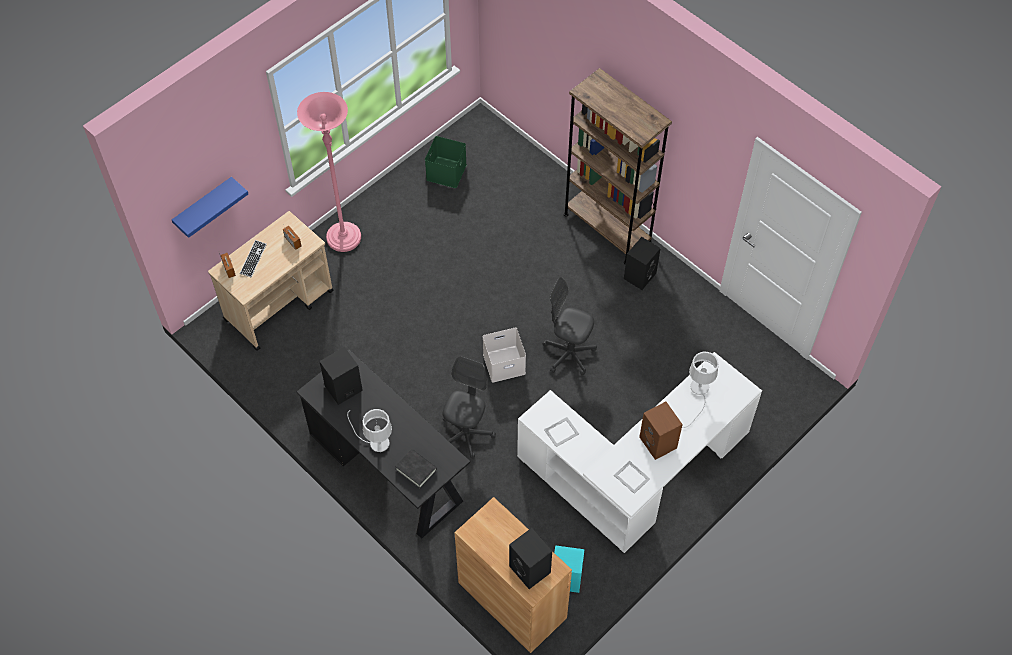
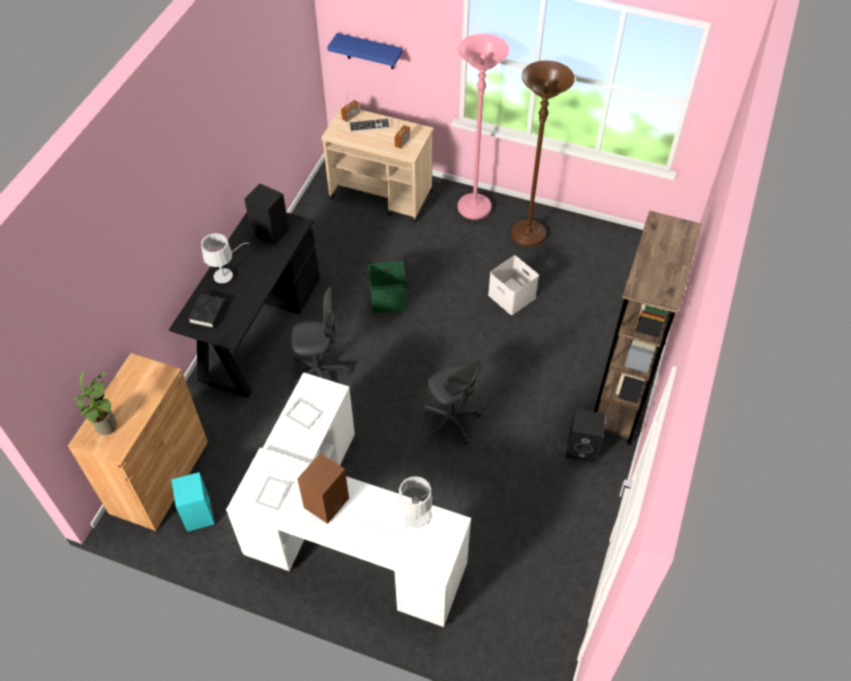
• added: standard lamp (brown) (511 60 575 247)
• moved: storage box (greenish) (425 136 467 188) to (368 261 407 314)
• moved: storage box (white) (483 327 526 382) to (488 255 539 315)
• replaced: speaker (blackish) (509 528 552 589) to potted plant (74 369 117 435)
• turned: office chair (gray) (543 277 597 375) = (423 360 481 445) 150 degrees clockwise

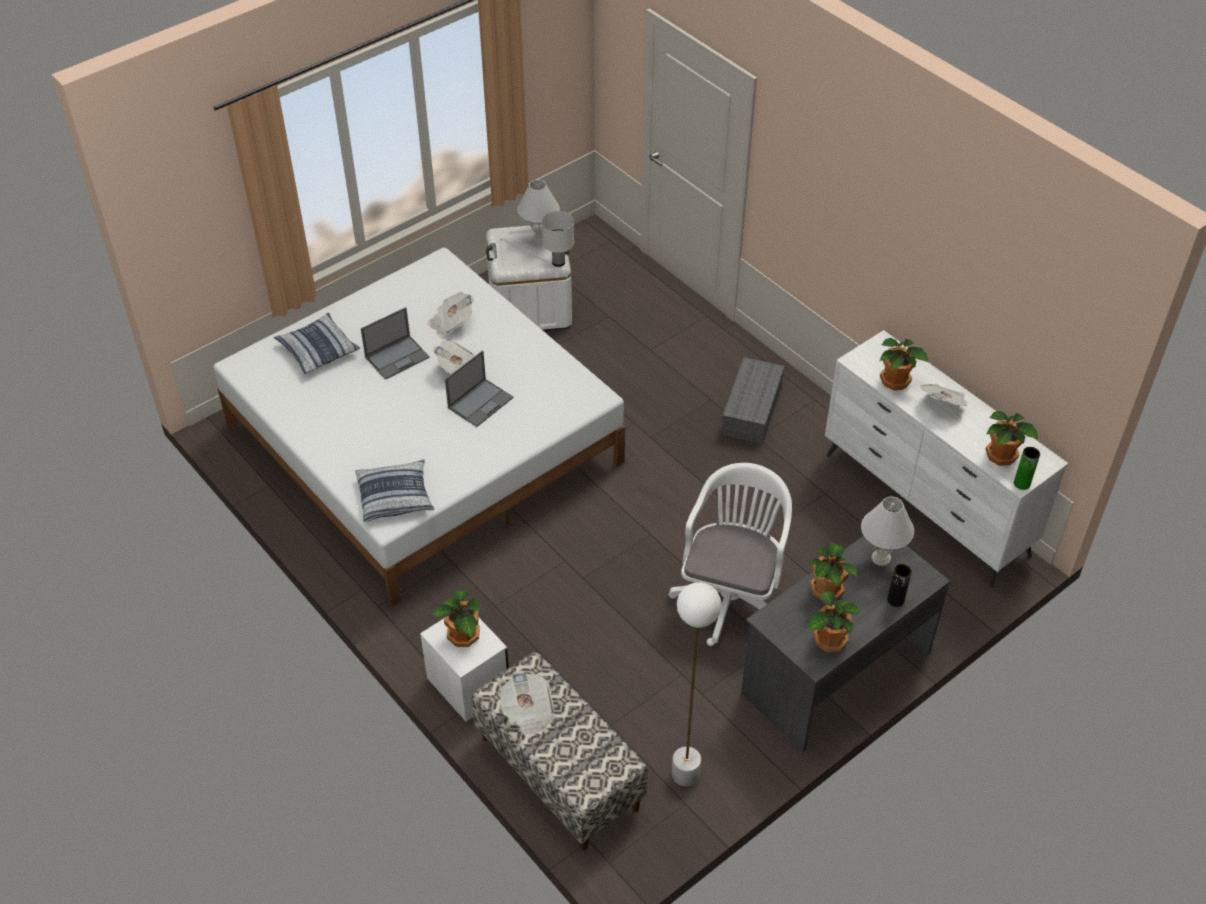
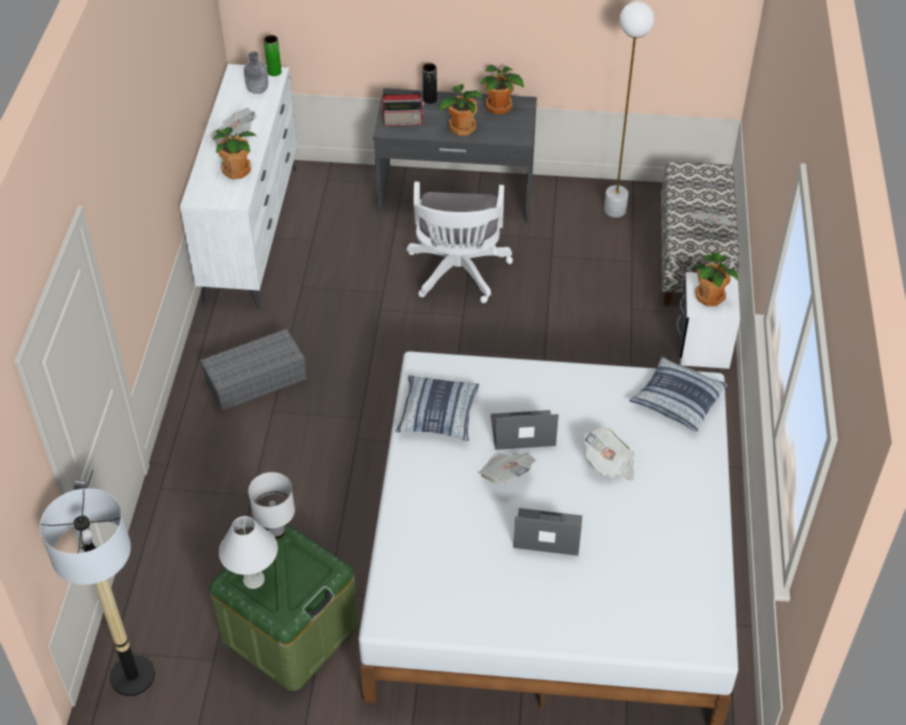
• added: standard lamp (40 488 155 696)
• moved: pillow (274 313 360 374) to (395 376 479 441)
• moved: daily paper (428 292 474 336) to (584 427 634 481)
• replaced: lamp for a table (white) (861 497 914 566) to radio receiver (383 92 424 126)
• replaced: potted plant (986 411 1038 466) to drink bottle (gray) (244 52 268 94)
• recoloured: storage box (white) (486 225 572 331) to storage box (greenish) (209 524 359 692)
• turned: office chair (white) (669 463 792 646) = (407 182 513 303) 60 degrees counterclockwise

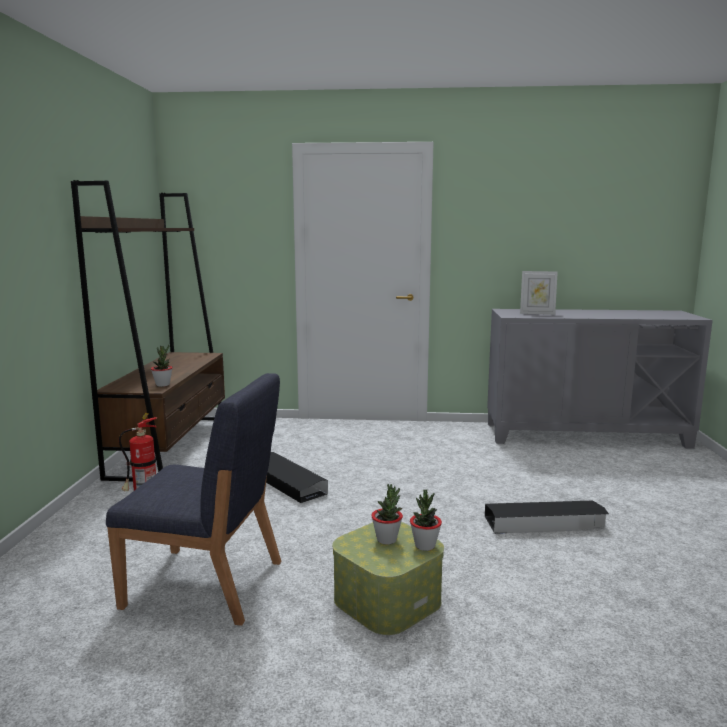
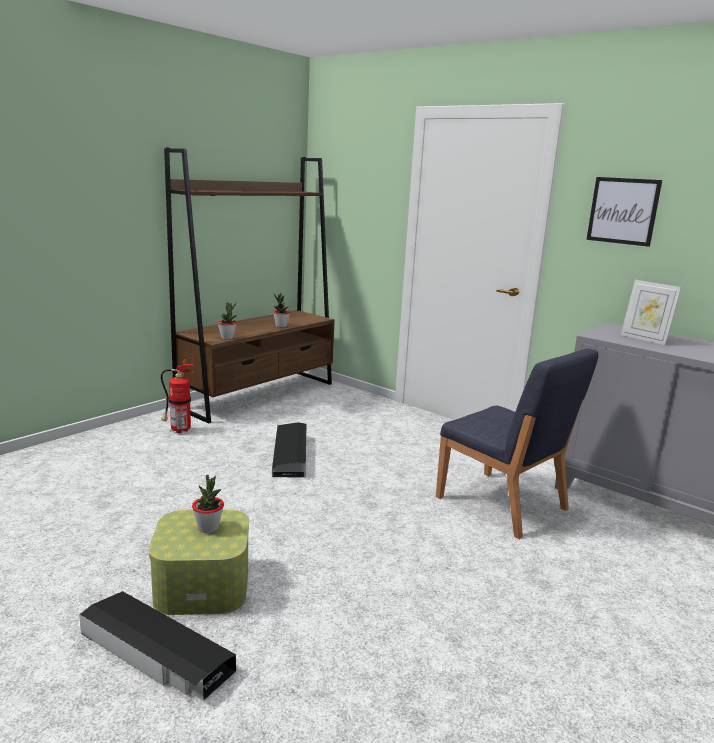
• added: wall picture (587 177 662 247)
• moved: upright chair (blue-coloured) (106 373 281 626) to (436 348 599 539)
• moved: potted plant (410 490 442 551) to (273 293 290 327)
• moved: storage box (blackish) (485 500 609 534) to (79 591 236 701)

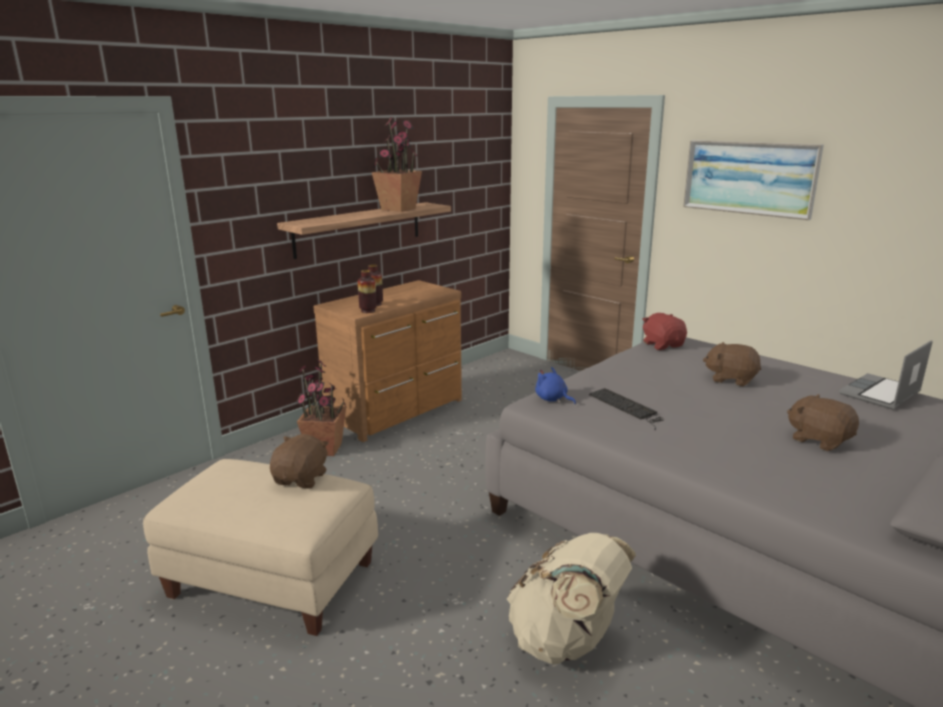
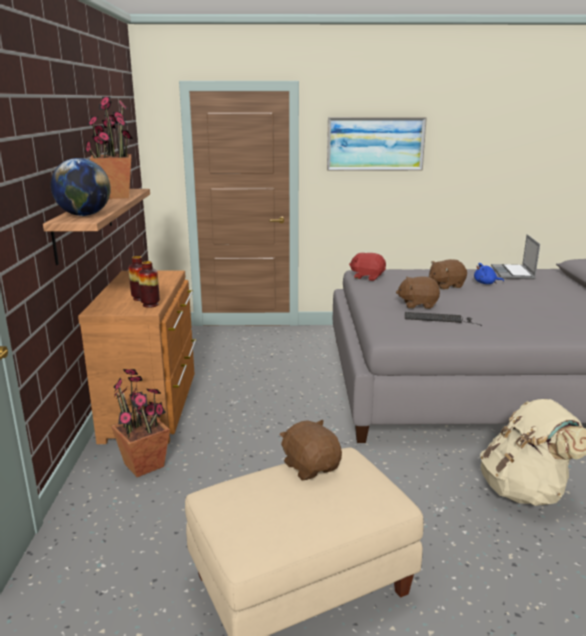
• added: world globe (51 158 111 216)
• moved: plush toy (blue-coloured) (535 367 576 404) to (474 263 504 284)
• moved: plush toy (brown) (787 394 859 451) to (396 276 440 309)

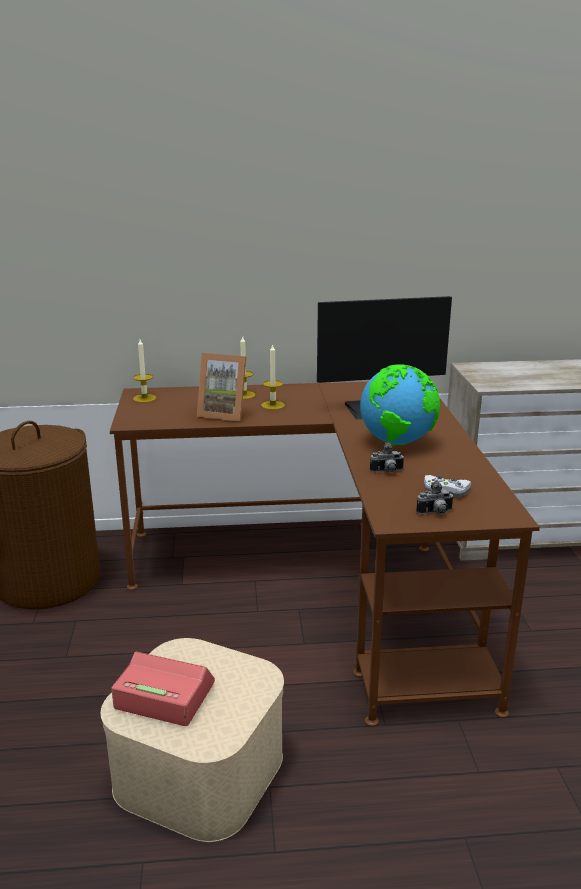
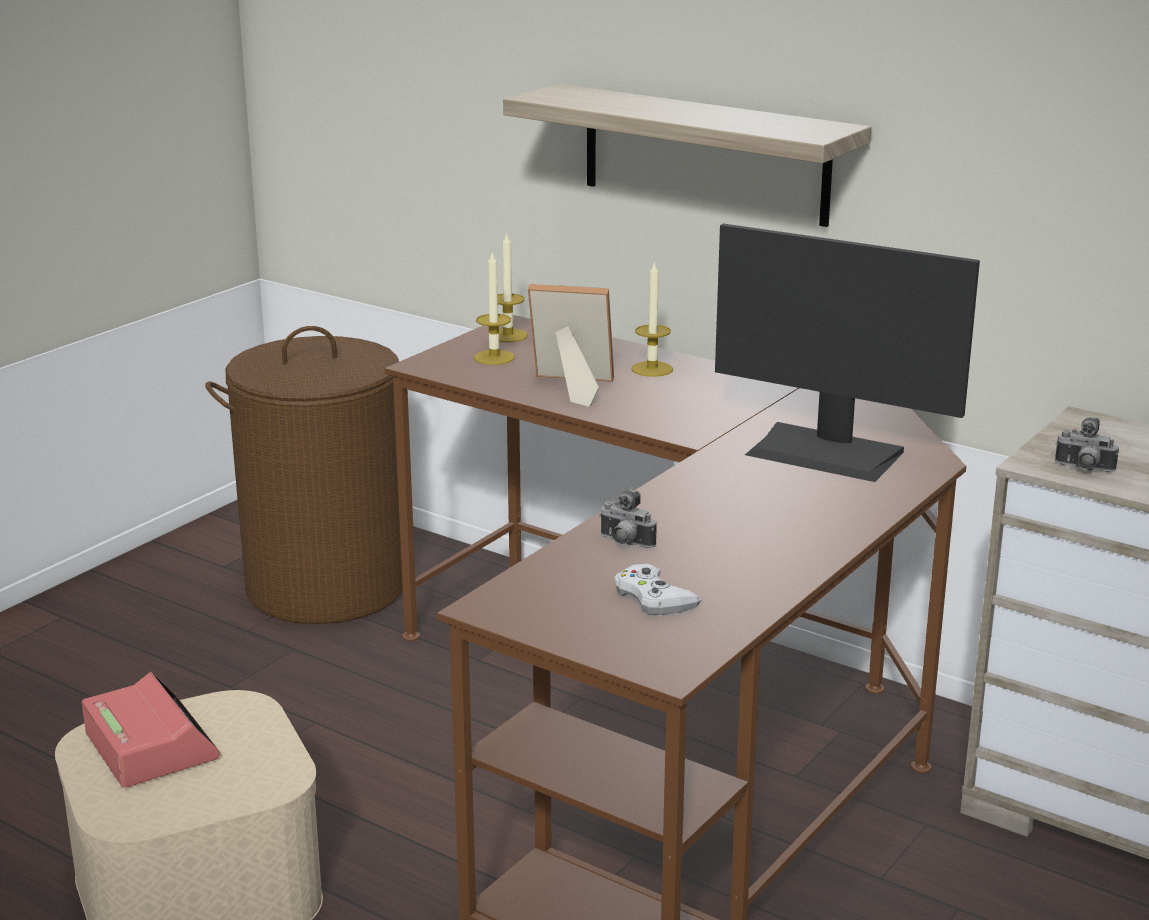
• removed: world globe (360 365 440 446)
• added: shelf (503 84 872 227)
• moved: wax candle (261 344 285 410) to (474 251 515 365)
• moved: photo camera (416 480 453 514) to (1055 418 1119 472)
• turned: standing frame (197 353 246 421) = (528 284 614 407) 135 degrees clockwise

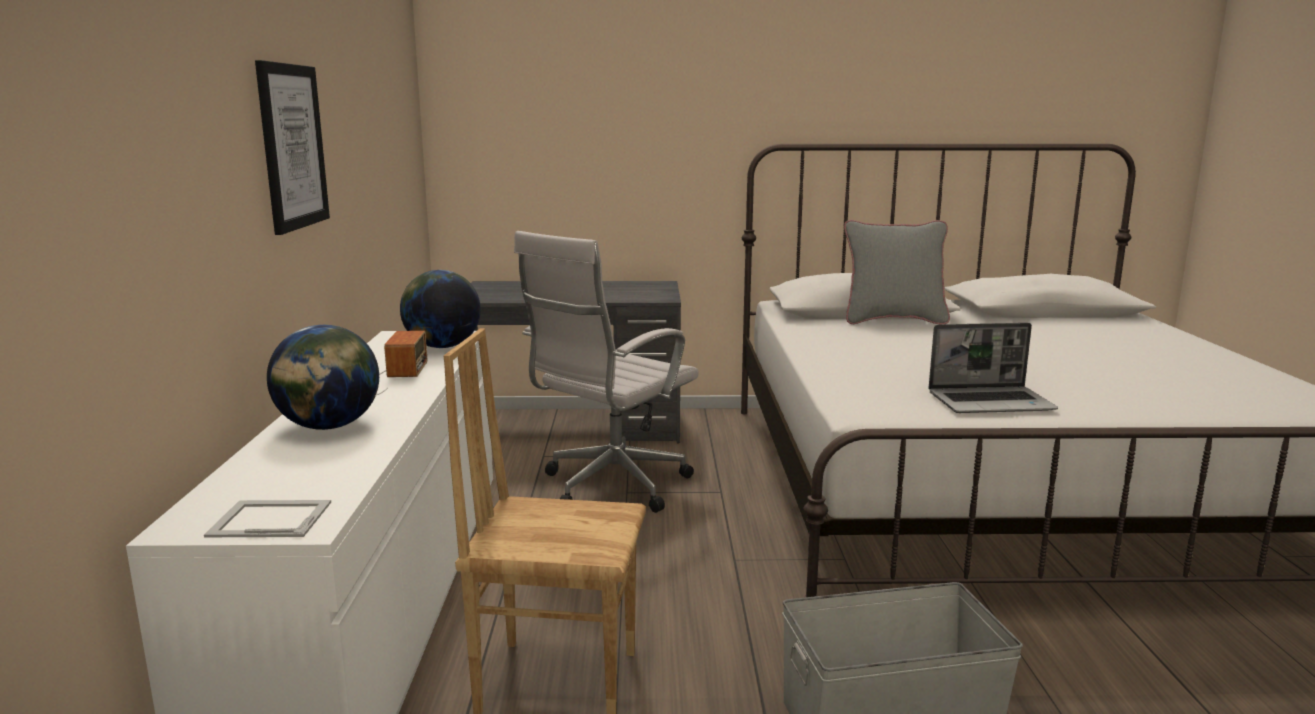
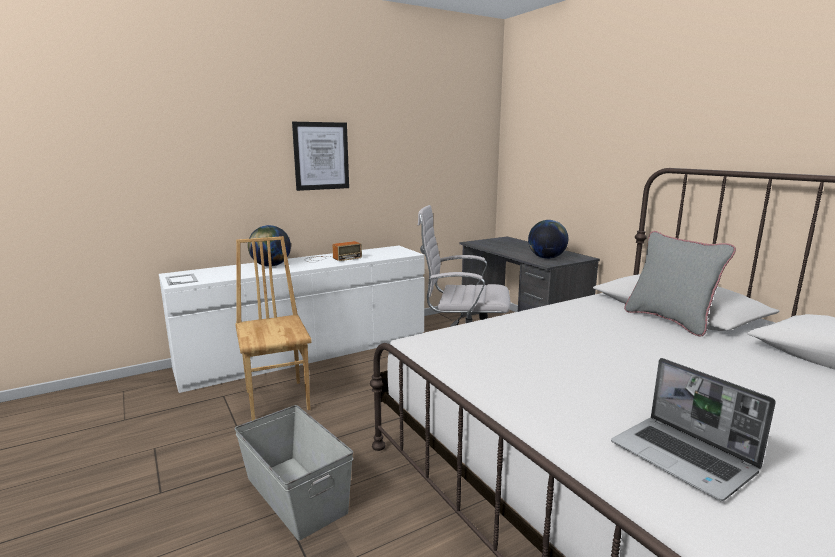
• moved: world globe (400 270 481 348) to (528 220 568 259)
• moved: laptop (929 323 1058 413) to (611 358 776 501)

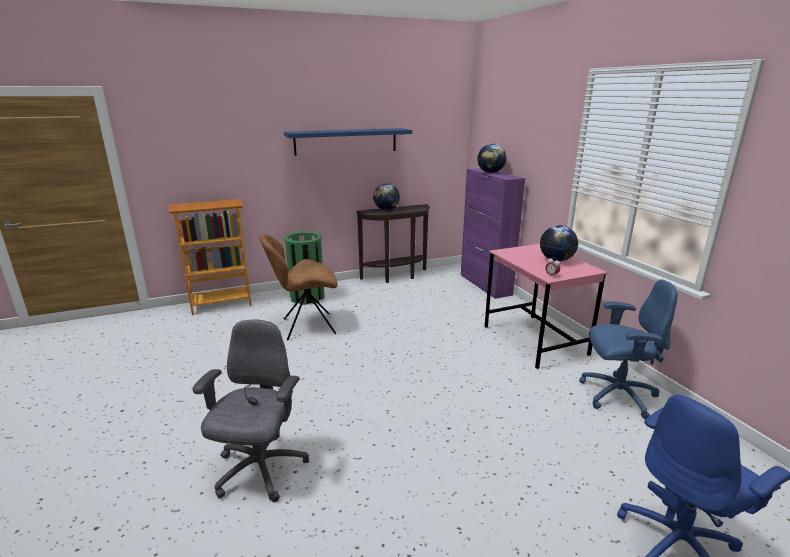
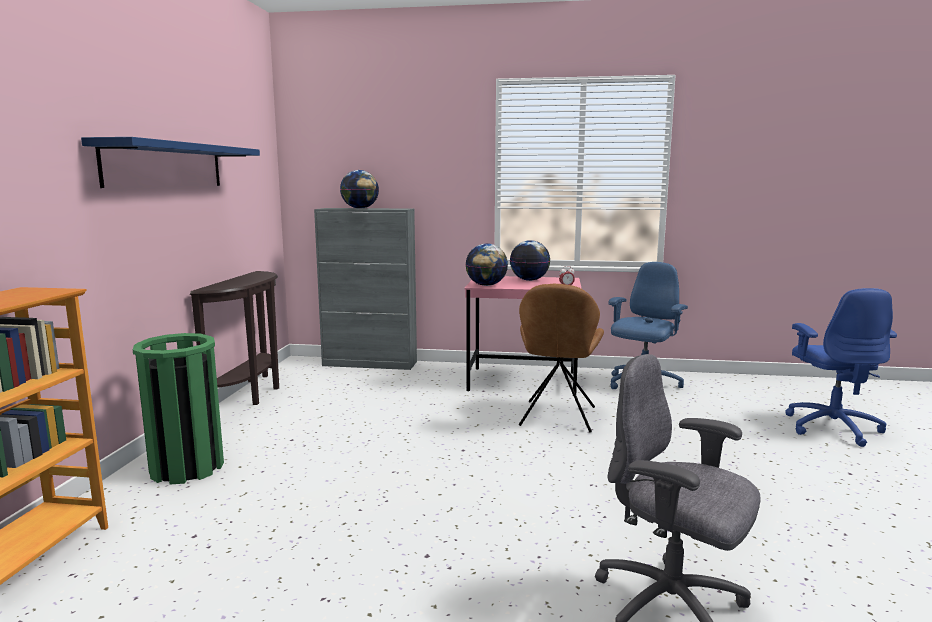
• moved: upright chair (brown) (260 234 338 340) to (519 284 604 433)
• moved: world globe (373 183 400 211) to (466 244 508 286)
• recoloured: cupboard (purple) (461 168 525 299) to cupboard (gray) (314 208 417 370)

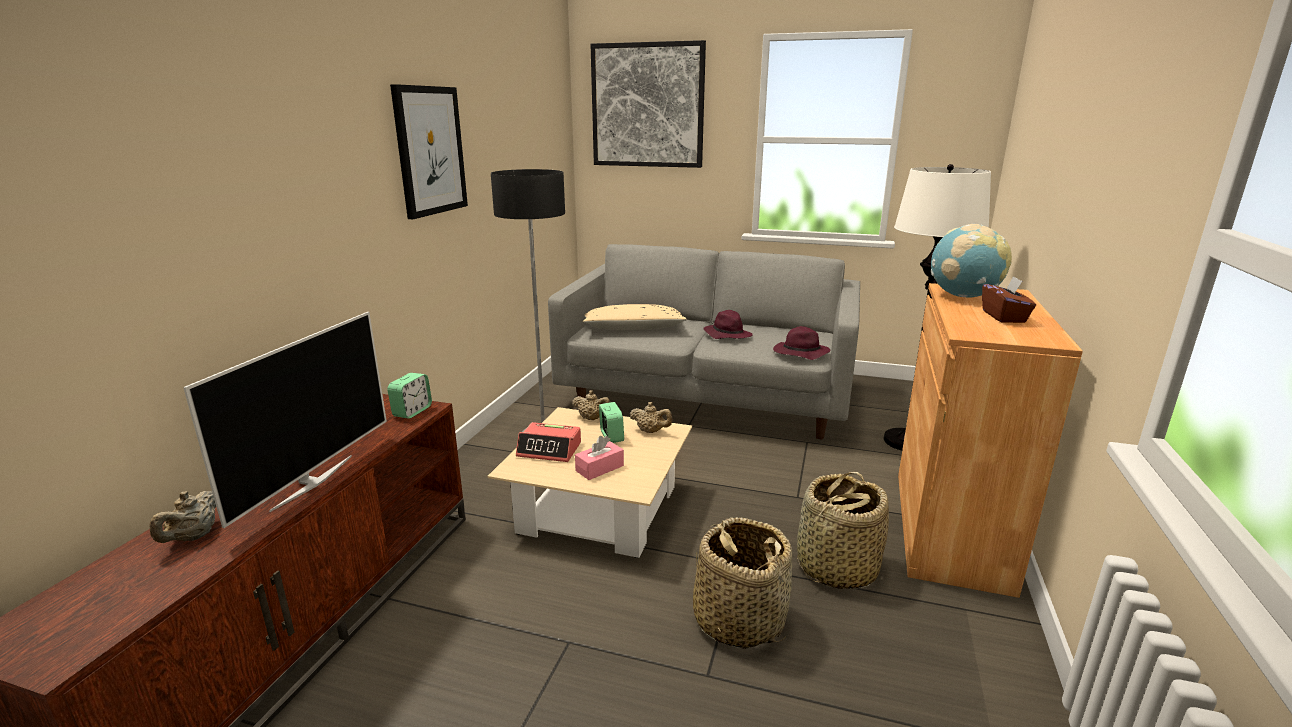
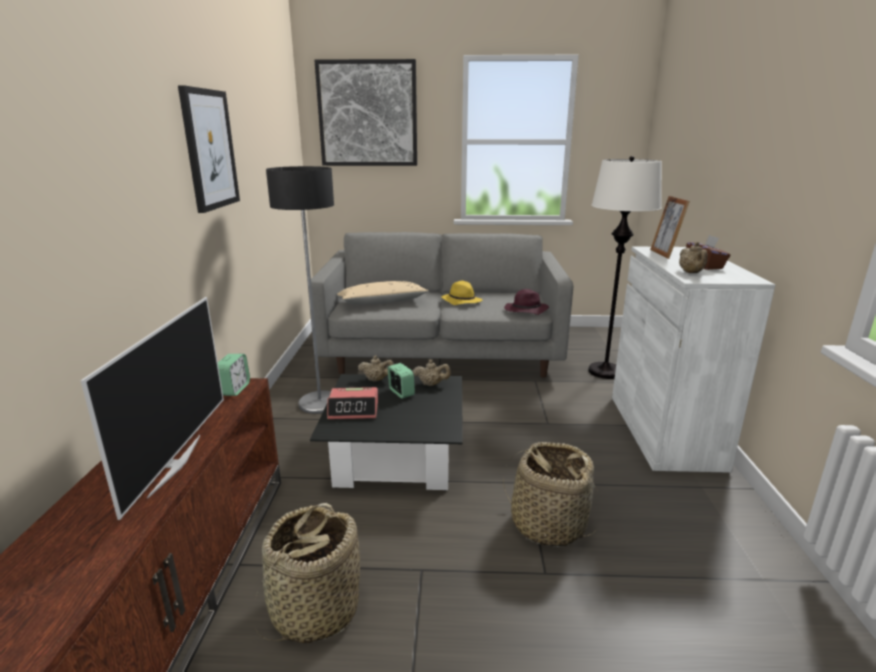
• removed: tissue box (pink) (575 436 624 480)
• moved: teapot (sand-coloured) (150 491 216 543) to (679 242 708 273)
• moved: storage basket (797 472 889 589) to (255 503 360 644)
• replaced: world globe (931 224 1012 298) to standing frame (650 196 690 259)
• recoloured: coffee table (sand-coloured) (488 407 692 558) to coffee table (blackish) (310 374 463 491)
• recoloured: clothing hat (purple) (703 310 752 339) to clothing hat (yellowish) (441 281 482 305)
• recoloured: cupboard (brown) (898 283 1083 598) to cupboard (white) (612 247 776 473)

